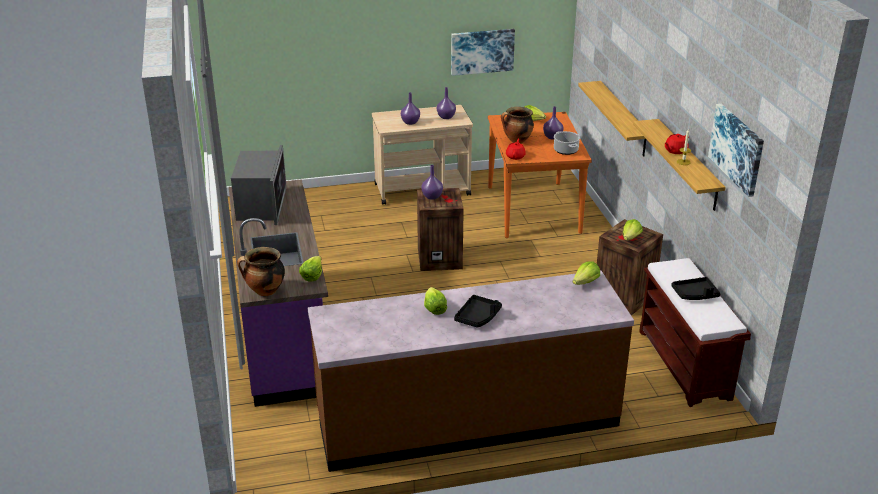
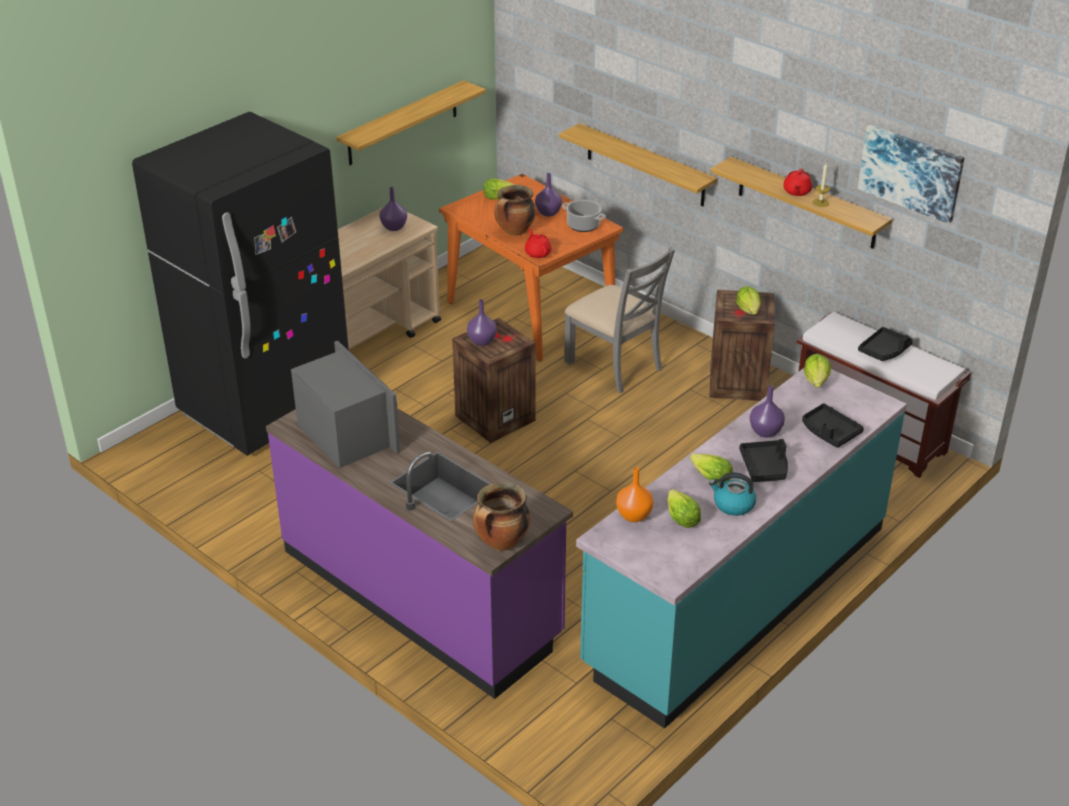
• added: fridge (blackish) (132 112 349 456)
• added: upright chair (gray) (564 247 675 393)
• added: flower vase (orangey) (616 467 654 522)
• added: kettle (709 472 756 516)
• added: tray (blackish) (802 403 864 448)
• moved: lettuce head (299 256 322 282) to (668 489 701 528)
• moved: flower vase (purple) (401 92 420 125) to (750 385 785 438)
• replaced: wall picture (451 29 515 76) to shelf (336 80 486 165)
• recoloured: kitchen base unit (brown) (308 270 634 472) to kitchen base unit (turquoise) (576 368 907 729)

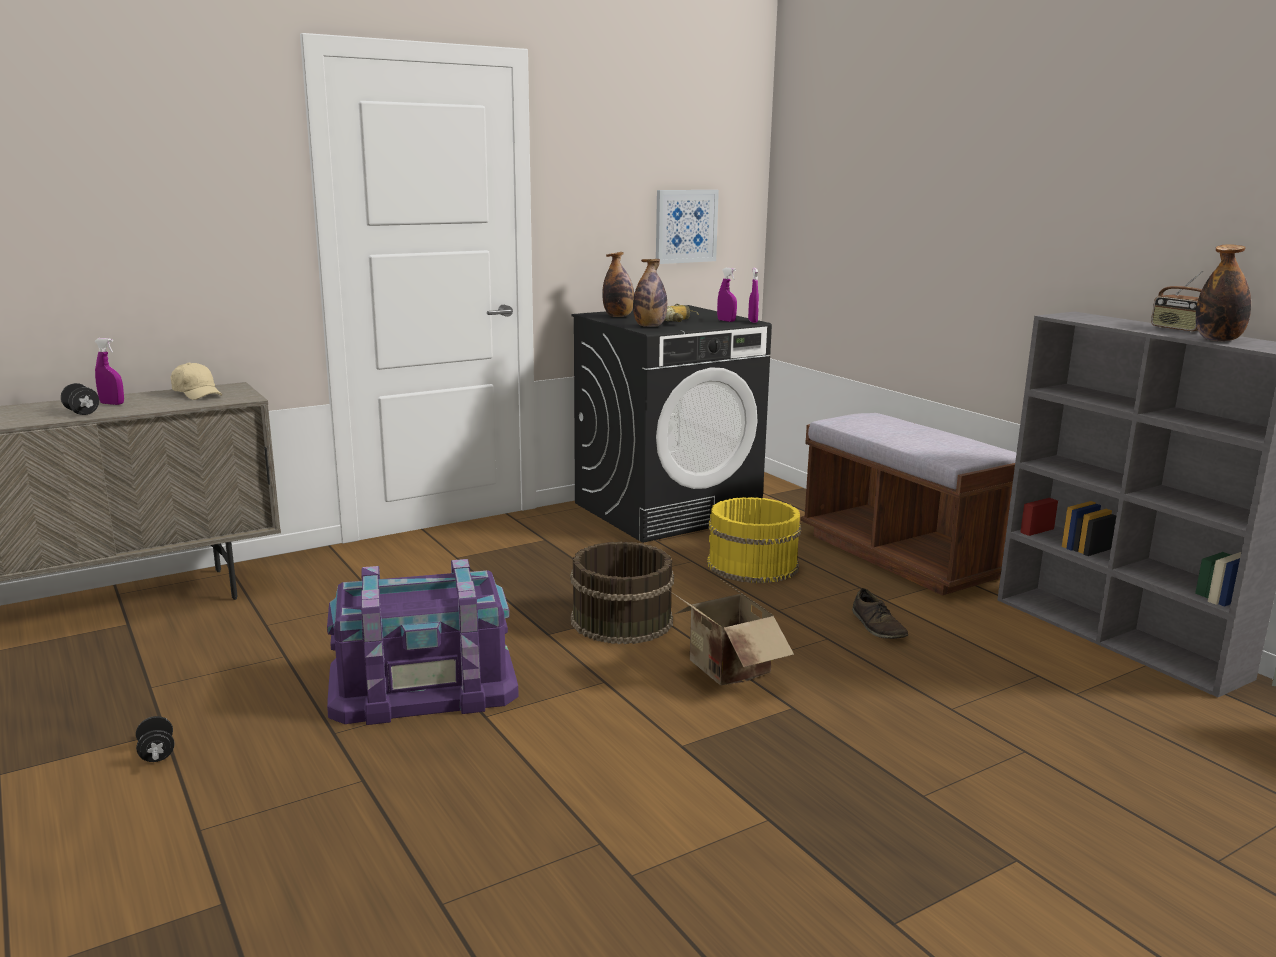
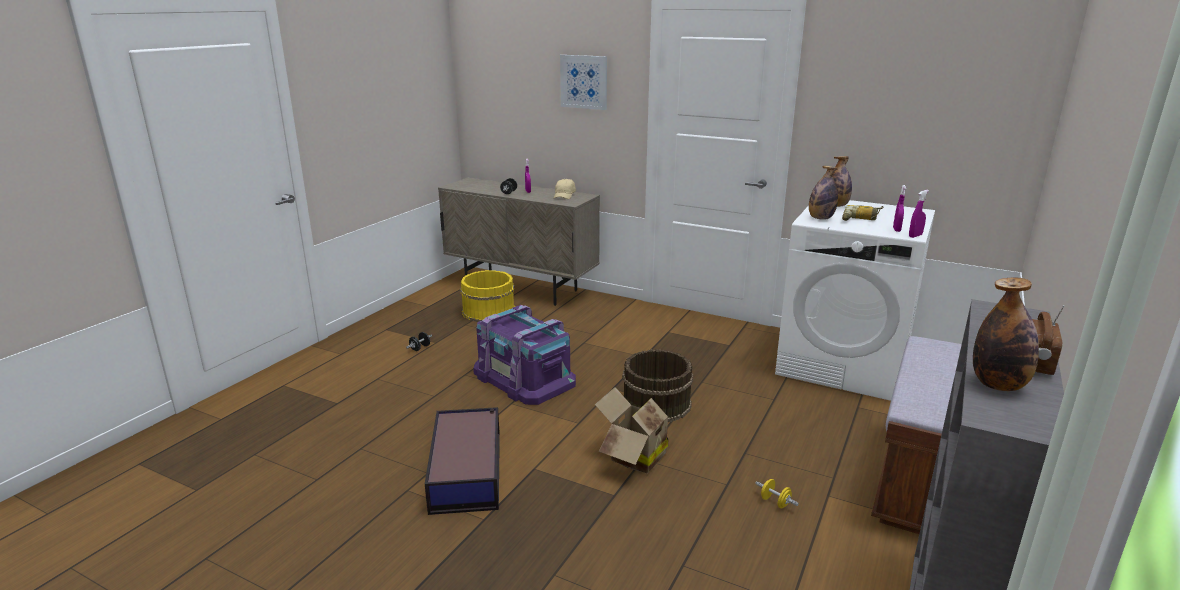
• added: storage box (425 407 500 515)
• moved: wall picture (656 190 719 264) to (560 55 607 110)
• moved: water bucket (yellowish) (707 497 801 583) to (460 270 515 322)
• replaced: low shoe (brown) (852 588 908 639) to hand weight (yellowish) (755 479 799 508)
• recoloured: washing machine (blackish) (572 305 772 543) to washing machine (white) (775 200 935 401)

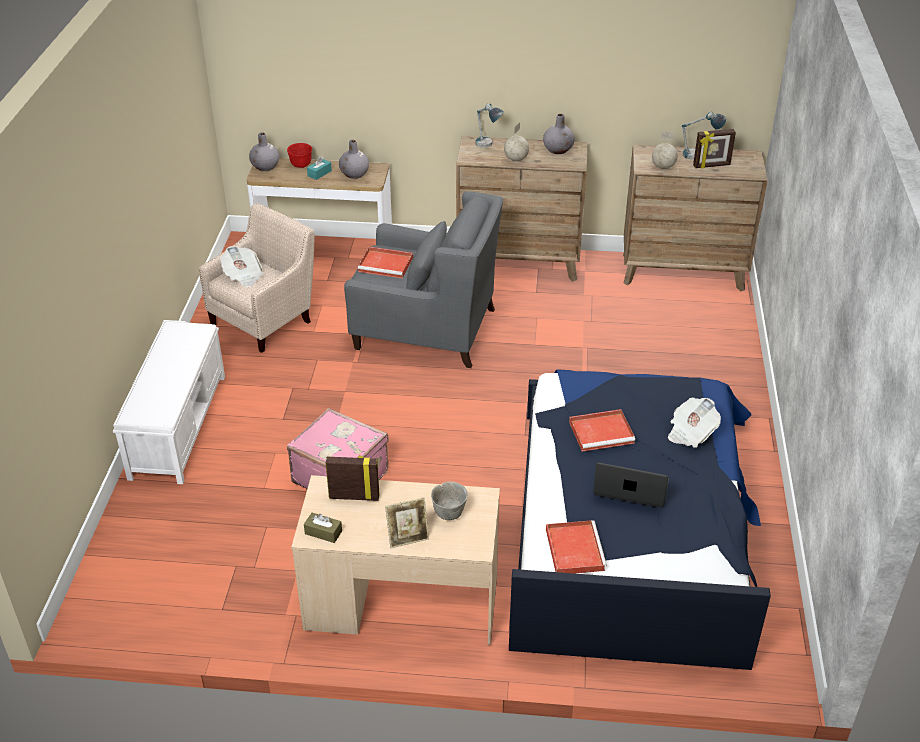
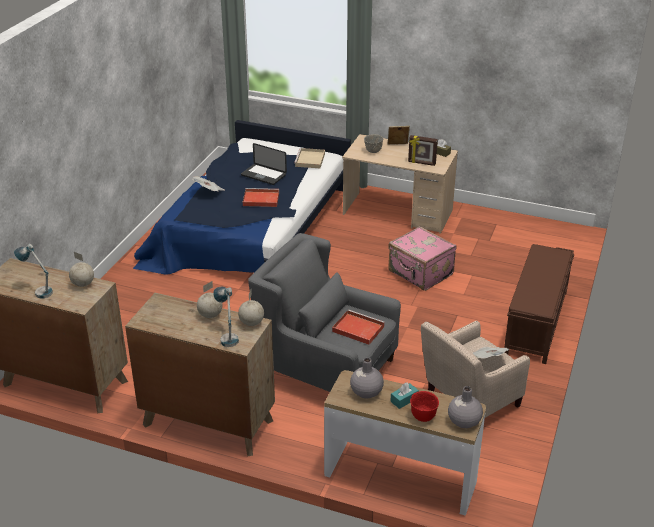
• removed: flower vase (gray) (543 114 575 154)
• removed: standing frame (693 129 736 168)
• added: world globe (238 290 264 326)
• recoloured: long seat (white) (113 320 225 484) to long seat (brown) (504 244 574 364)
• recoloured: tray (reddish) (546 520 607 574) to tray (sand-coloured) (294 148 325 168)

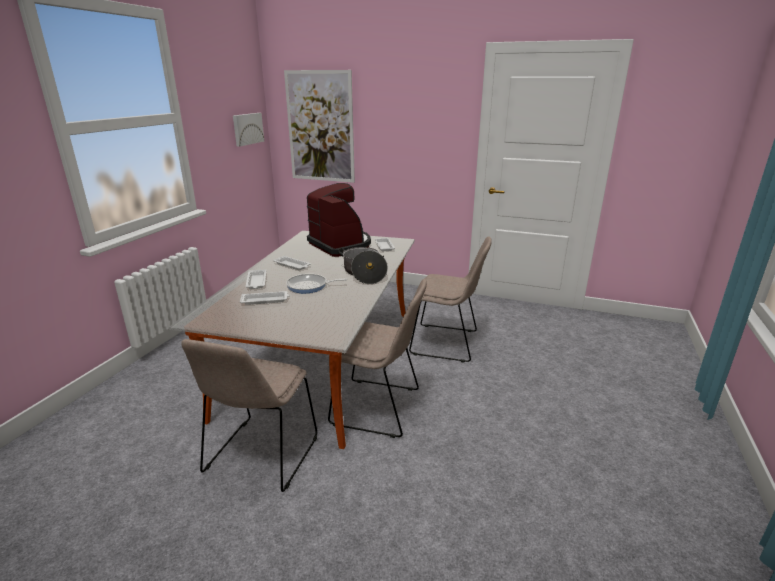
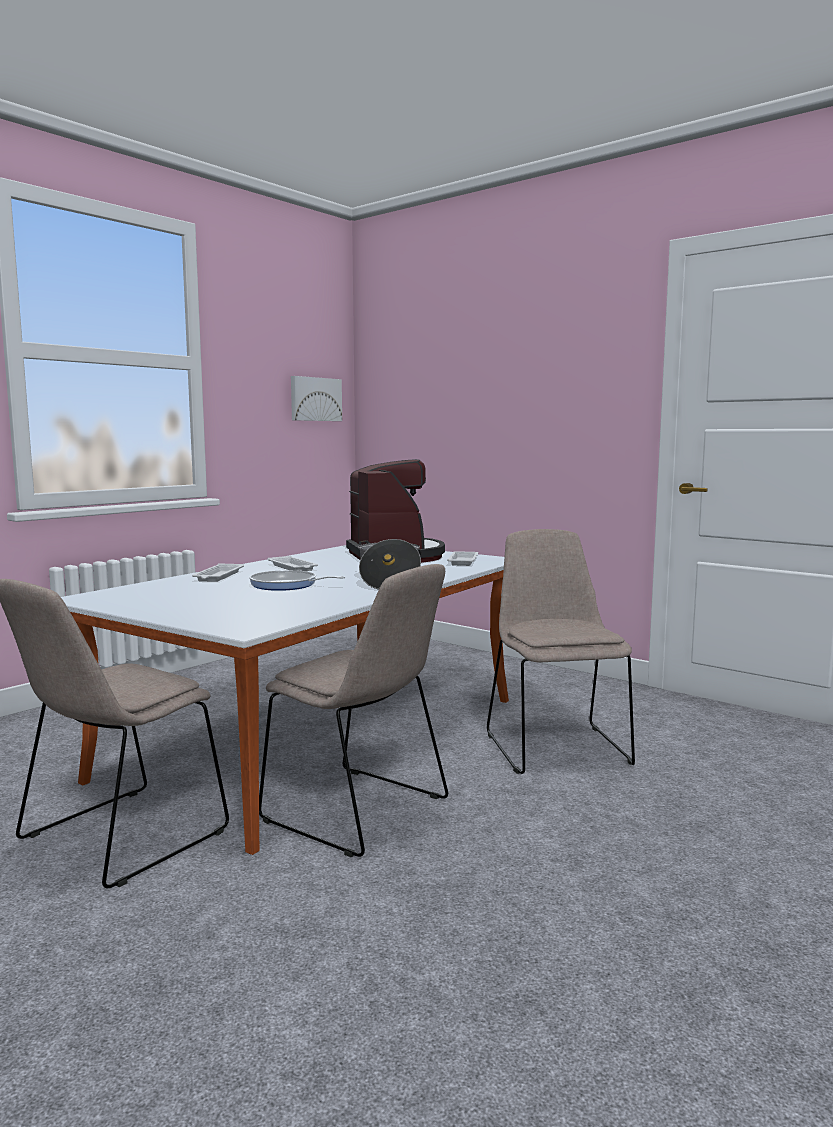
• removed: tray (white) (240 291 290 305)
• removed: wall picture (284 70 355 183)
• turned: upright chair (sand-coloured) (409 236 492 363) = (487 529 635 774) 135 degrees counterclockwise

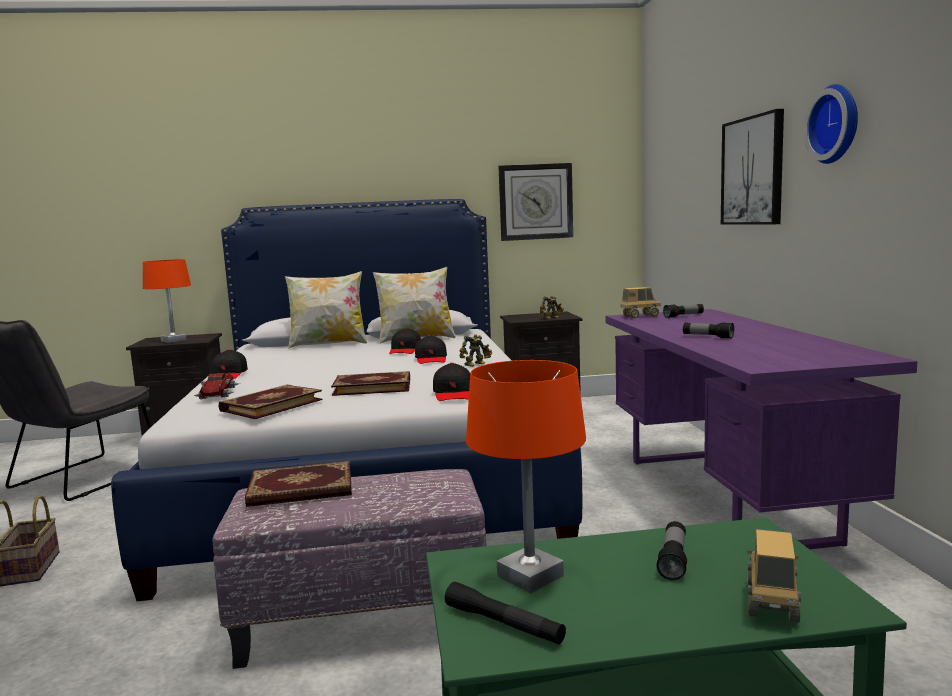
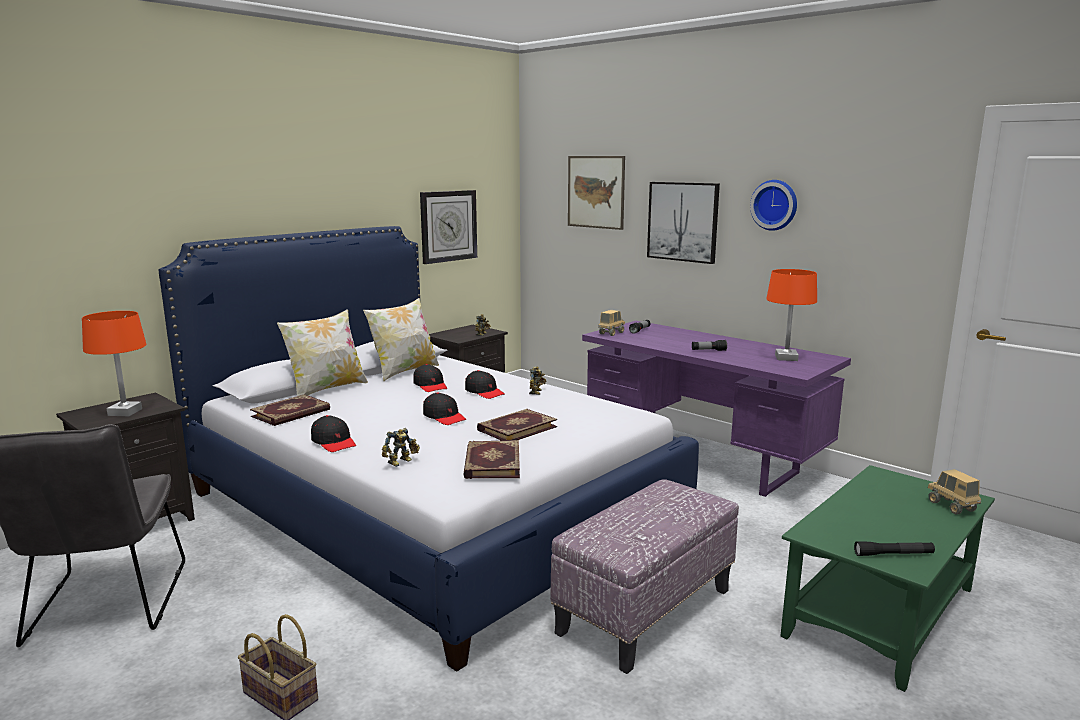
• removed: flashlight (656 521 687 581)
• added: wall picture (568 156 625 230)
• moved: bound book (245 461 352 507) to (250 394 330 426)
• moved: cap (blackish) (433 363 470 401) to (423 392 466 425)
• moved: lamp for a table (orangey) (466 360 586 593) to (766 269 817 361)
• replaced: toy car (194 372 240 399) to model robot (382 428 420 467)

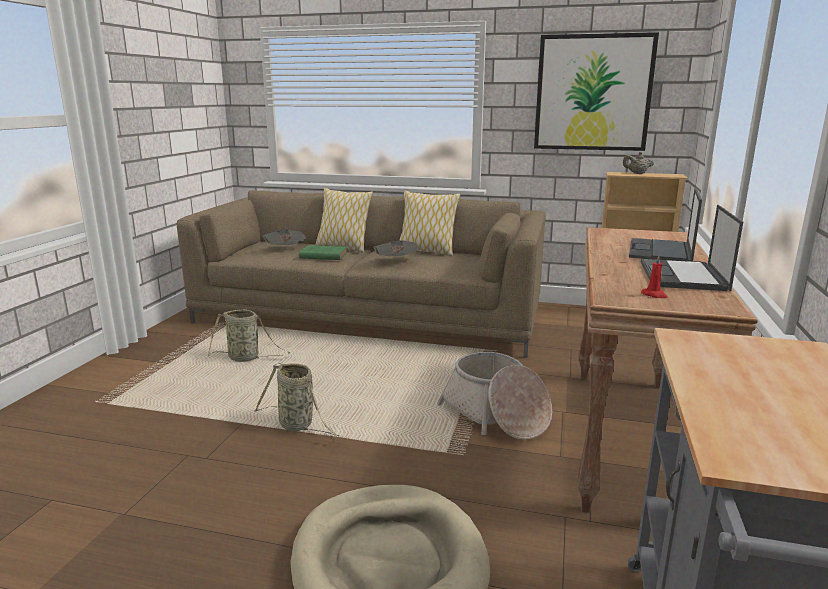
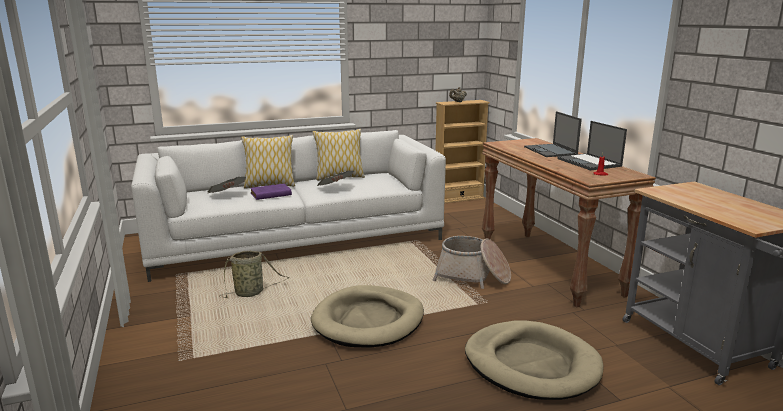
• removed: wall picture (534 32 659 151)
• replaced: storage basket (254 363 339 436) to dog cushion (sand-coloured) (311 285 424 348)
• recoloured: sofa (brown) (177 190 546 358) to sofa (white) (131 130 446 282)
• recoloured: bound book (greenish) (299 245 347 260) to bound book (purple) (250 184 292 200)

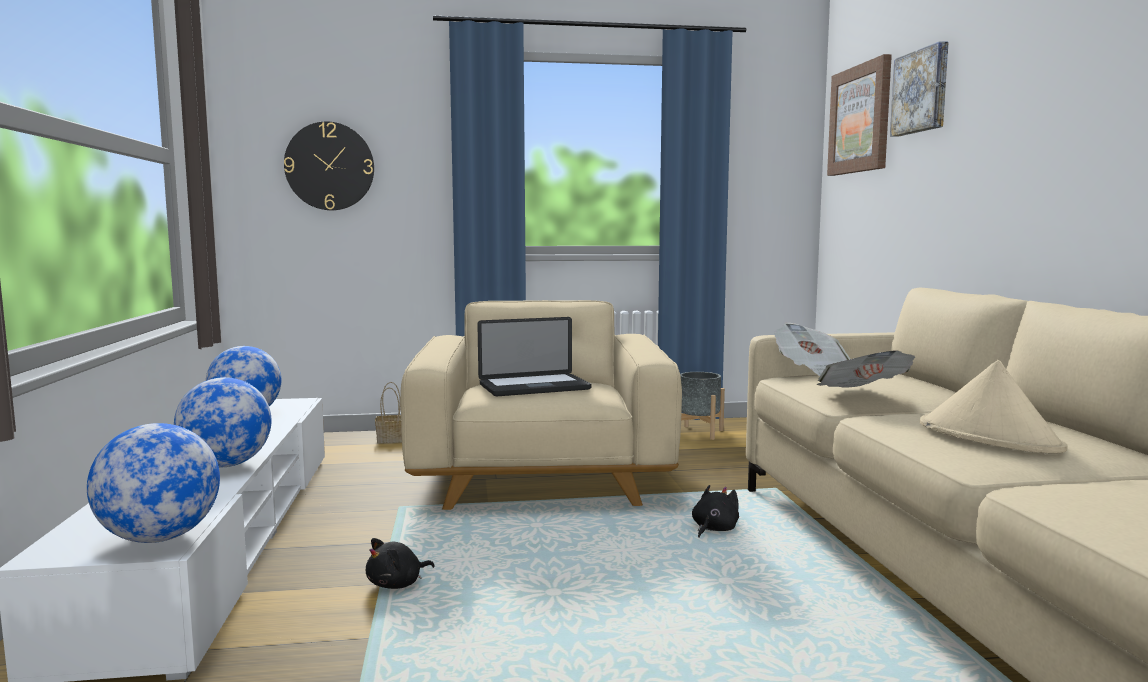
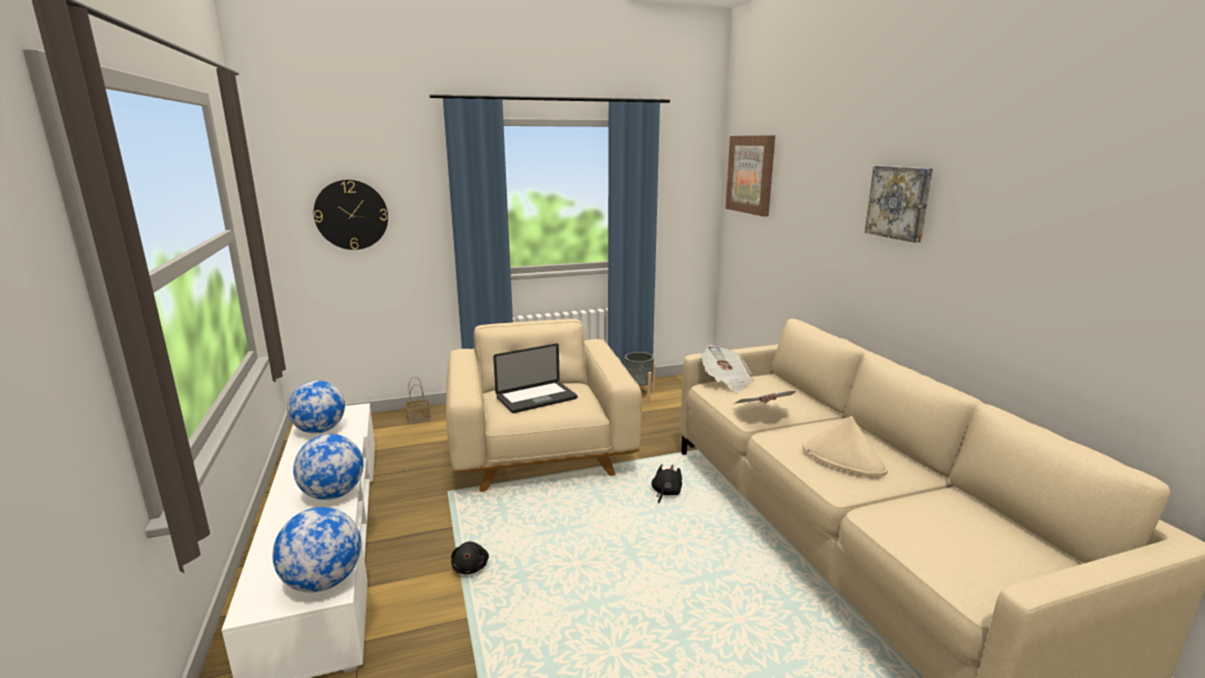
• moved: wall picture (890 41 949 137) to (865 166 933 243)
• turned: plush toy (blackish) (366 538 434 589) = (451 541 489 574) 45 degrees counterclockwise

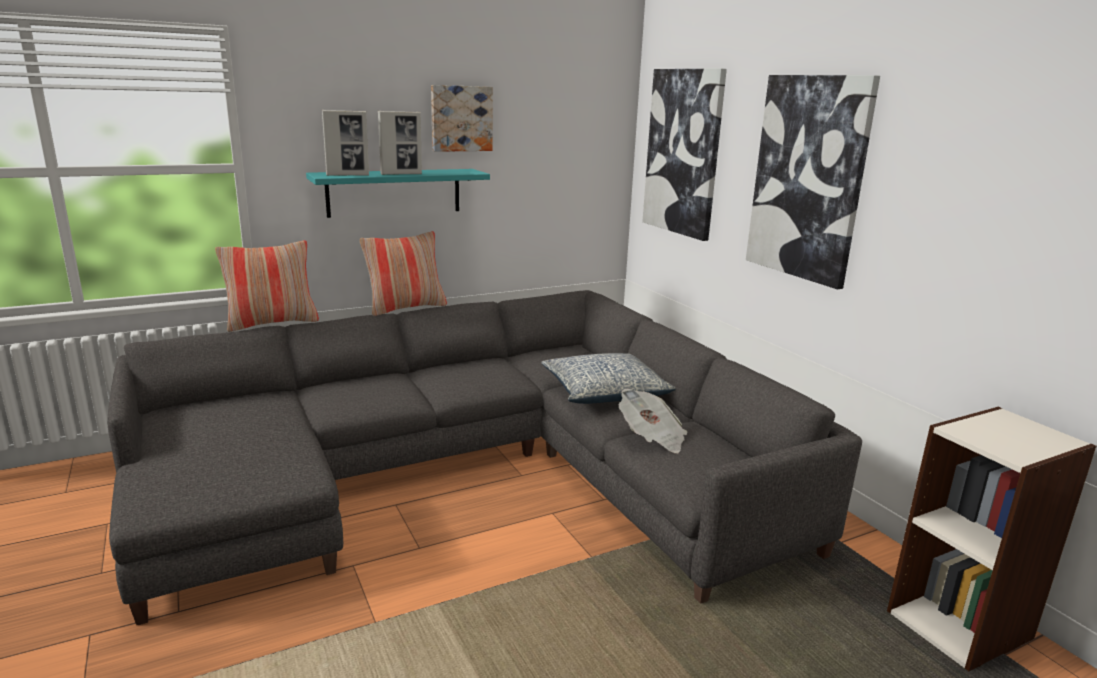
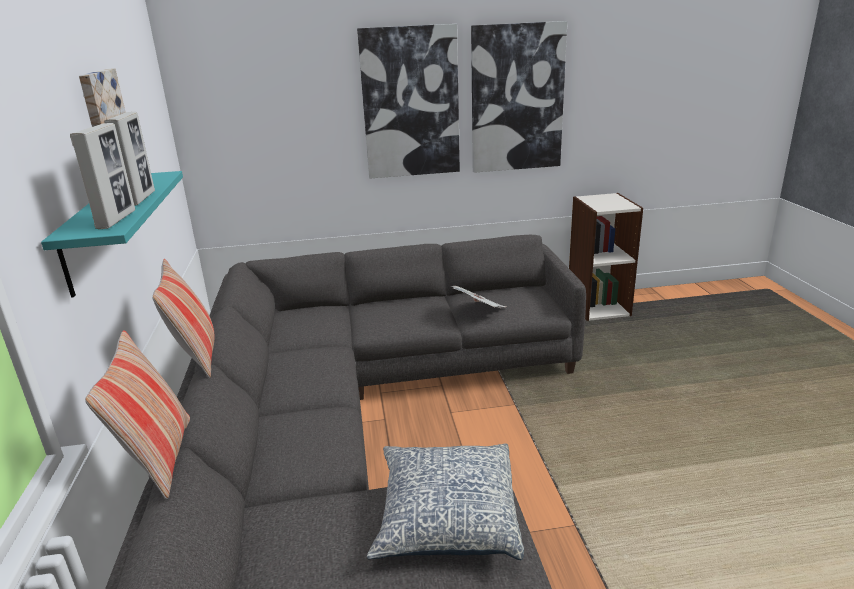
• moved: pillow (541 353 676 404) to (367 443 524 560)
• moved: wall picture (642 69 727 241) to (471 21 567 173)

